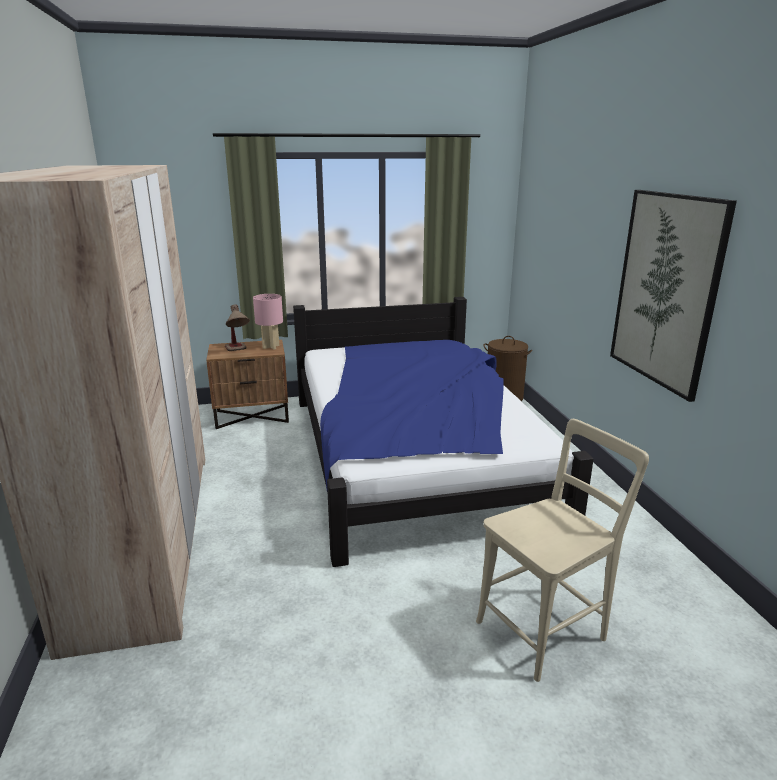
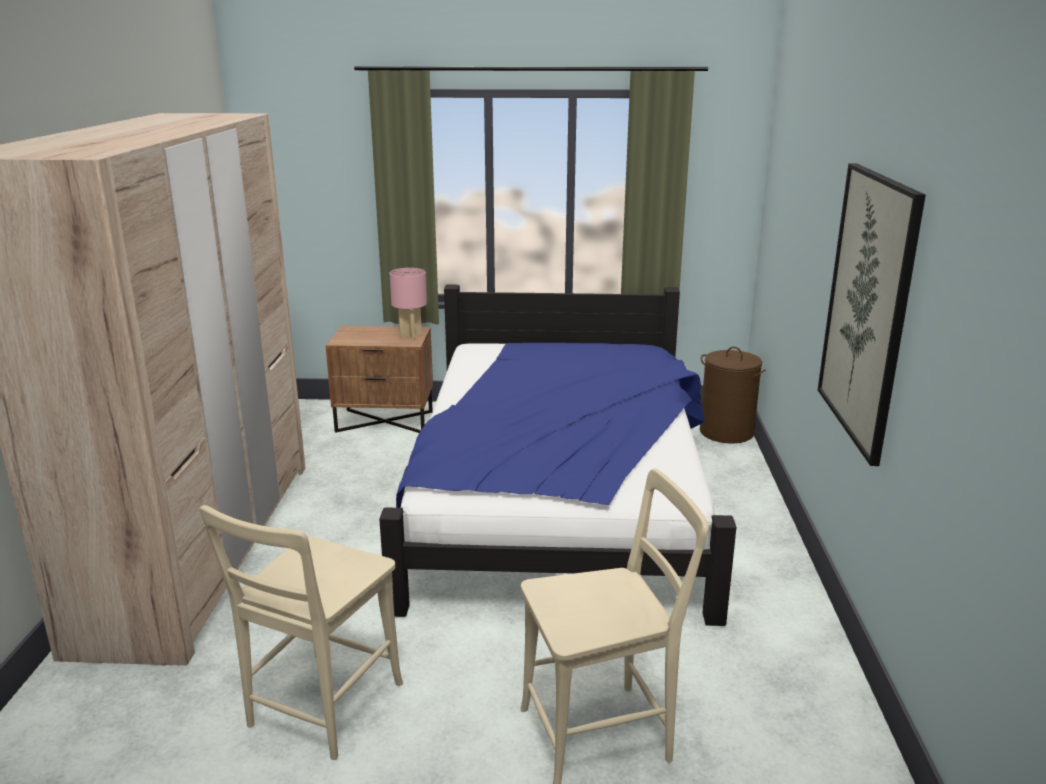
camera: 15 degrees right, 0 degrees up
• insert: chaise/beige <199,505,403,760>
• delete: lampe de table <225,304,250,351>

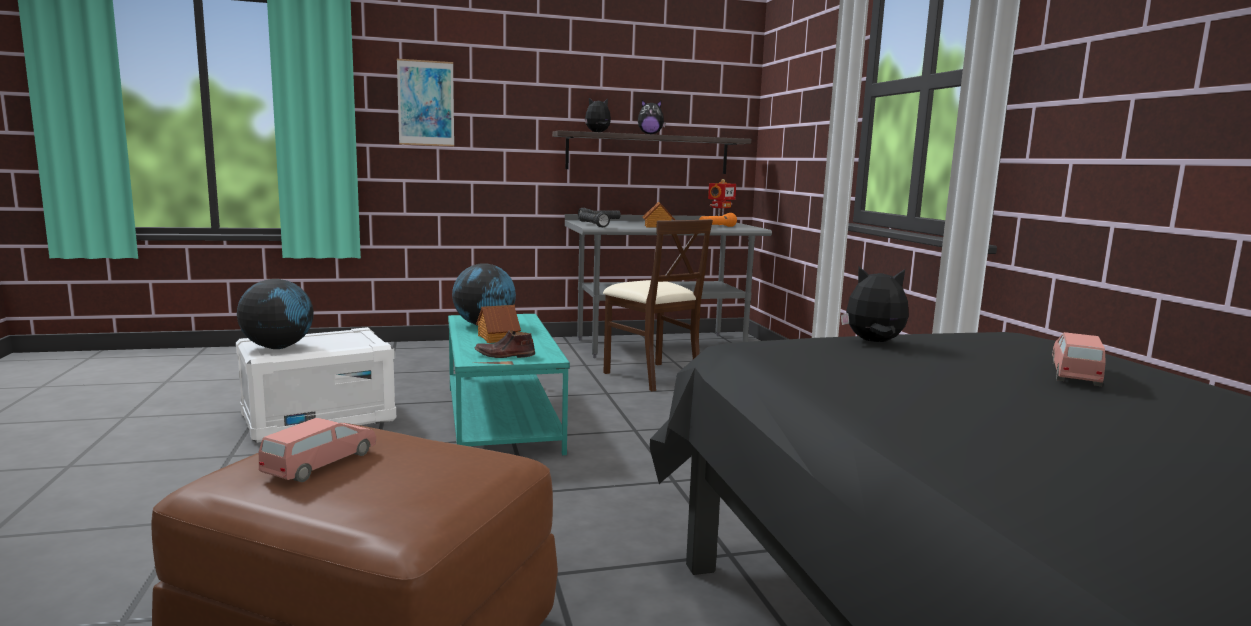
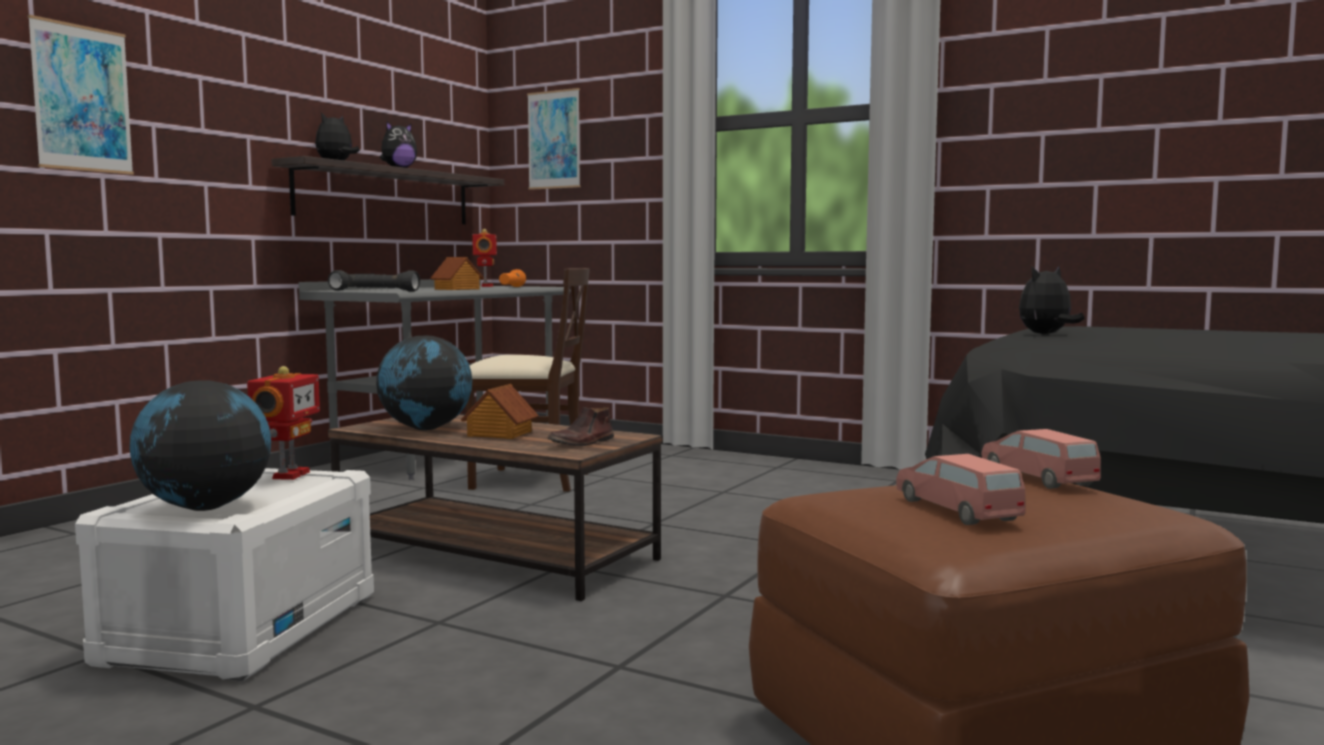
camera: 45 degrees left, 5 degrees down
• insert: robot jouet <247,366,320,480>
• recolor: table basse/turquoise <448,314,570,455> to table basse/marron <328,415,663,601>
• insert: tableau <527,88,581,190>
• move: petite voiture/rose <1052,332,1106,386> to <981,429,1101,489>

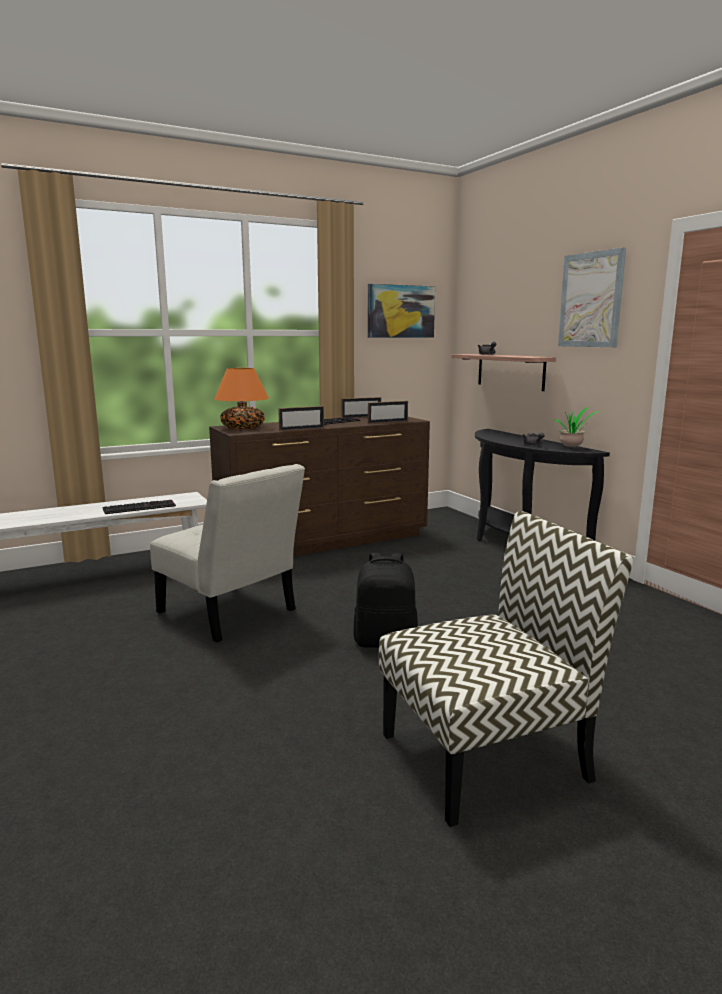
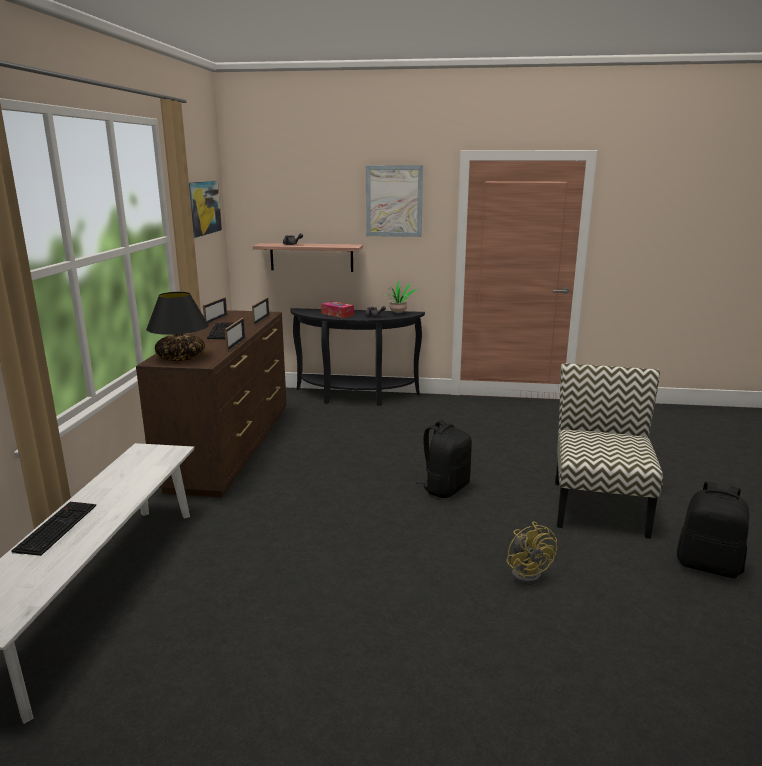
camera: 55 degrees left, 5 degrees up
• move: clavier <102,500,176,514> to <11,502,96,556>
• recolor: lampe de table/orange <214,368,269,429> to lampe de table/noir <146,292,209,361>
• insert: boîte à mouchoirs <321,301,354,318>
• insert: ventilateur/jaune <506,521,557,585>
• insert: sac à dos/noir <677,482,749,579>
• delete: chaise/blanc <150,464,305,643>

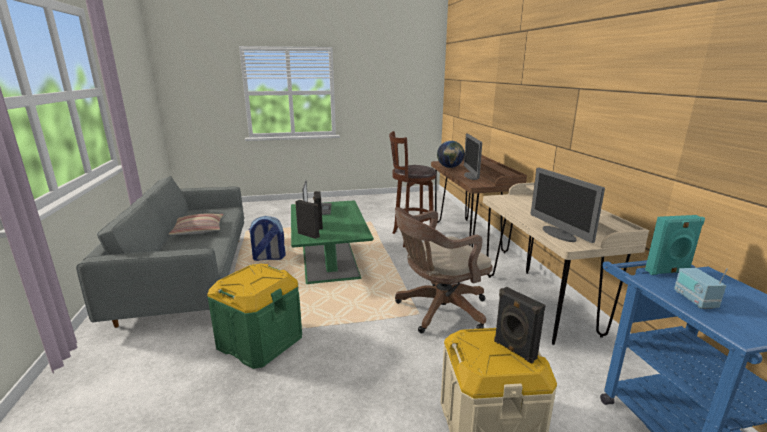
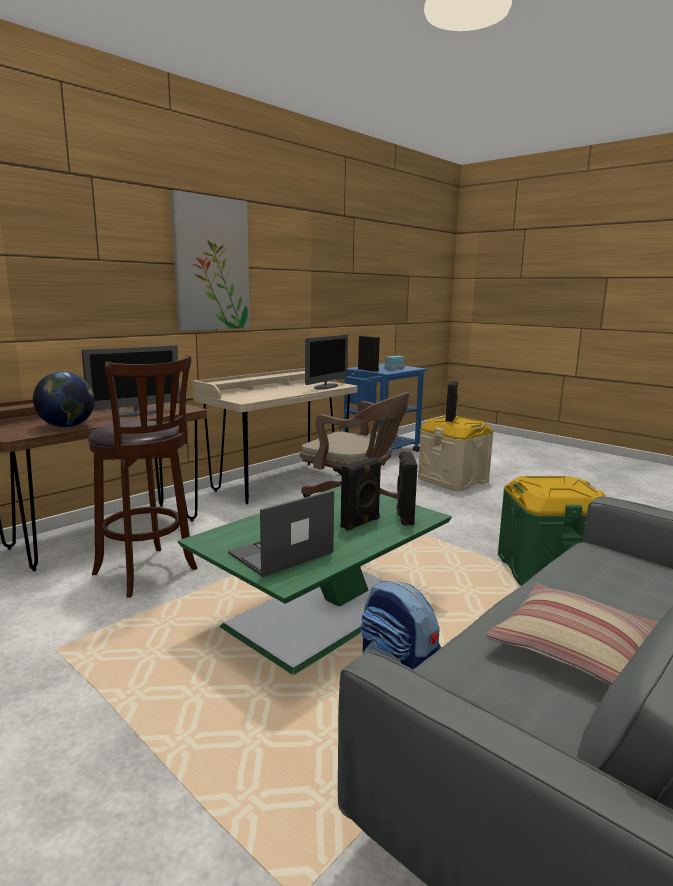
camera: 125 degrees left, 5 degrees down
• insert: tableau <171,190,250,331>
• recolor: enceinte/turquoise <645,215,705,275> to enceinte/noir <358,336,380,372>

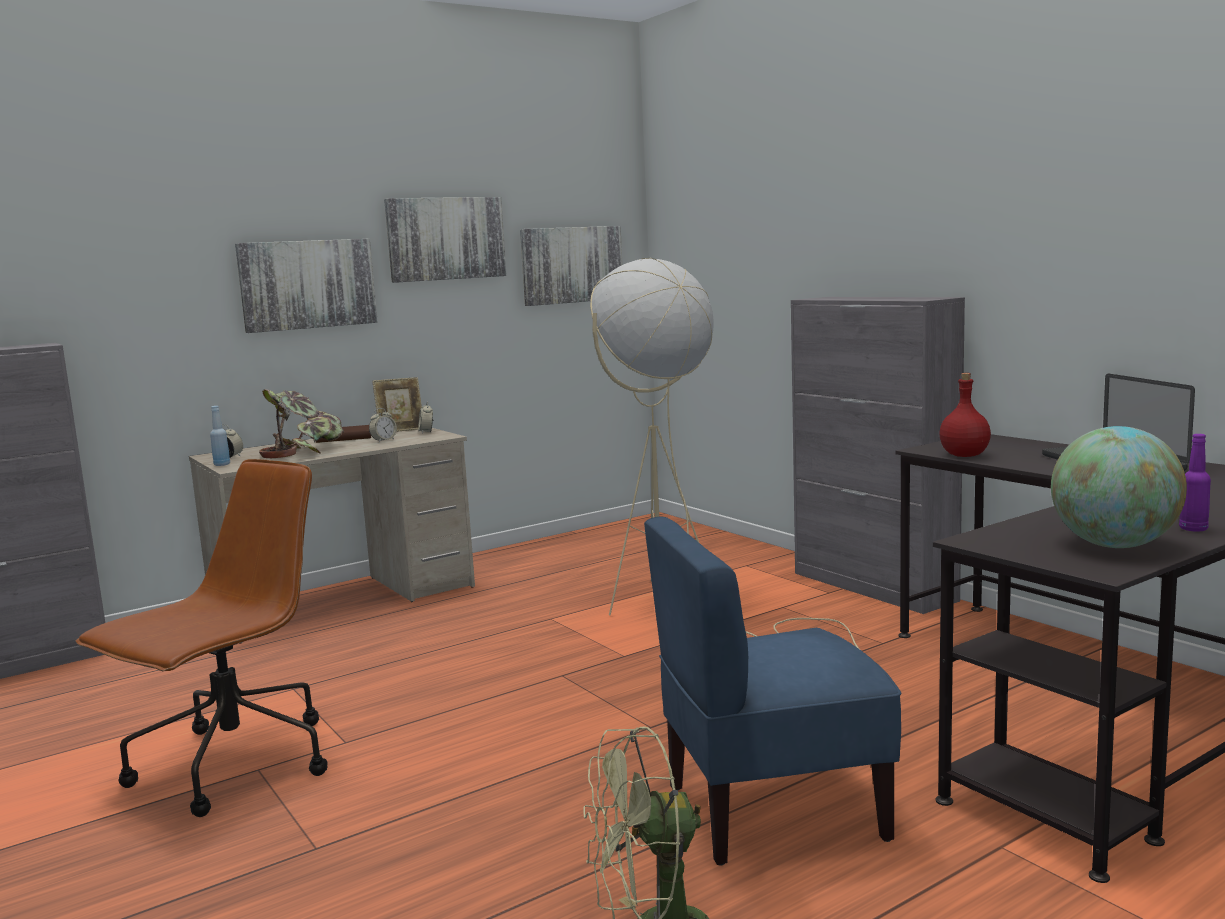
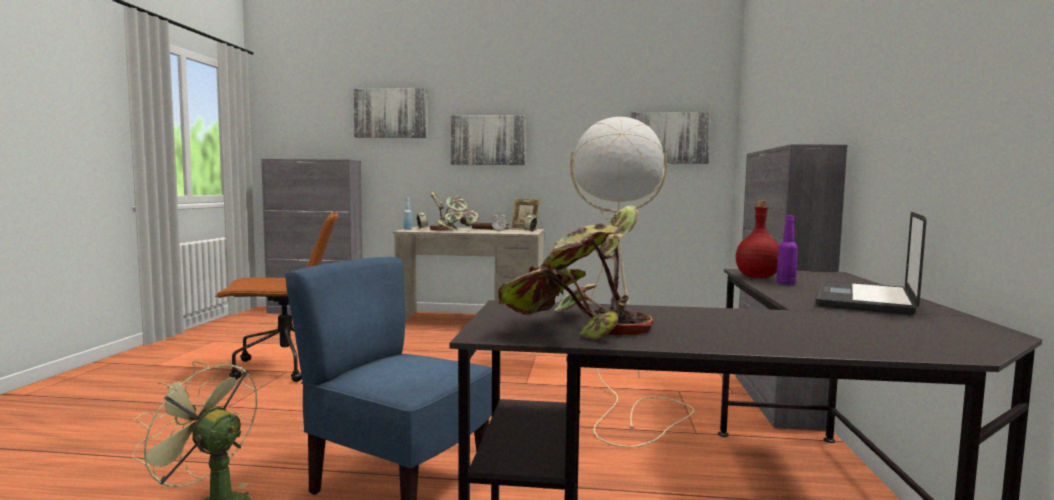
camera: 40 degrees right, 5 degrees down
• move: tableau <384,197,507,283> to <353,88,428,138>
• replace: globe <1051,426,1187,548> to plante en pot <498,205,654,339>
• move: bouteille/violet <1179,434,1211,532> to <776,215,798,284>

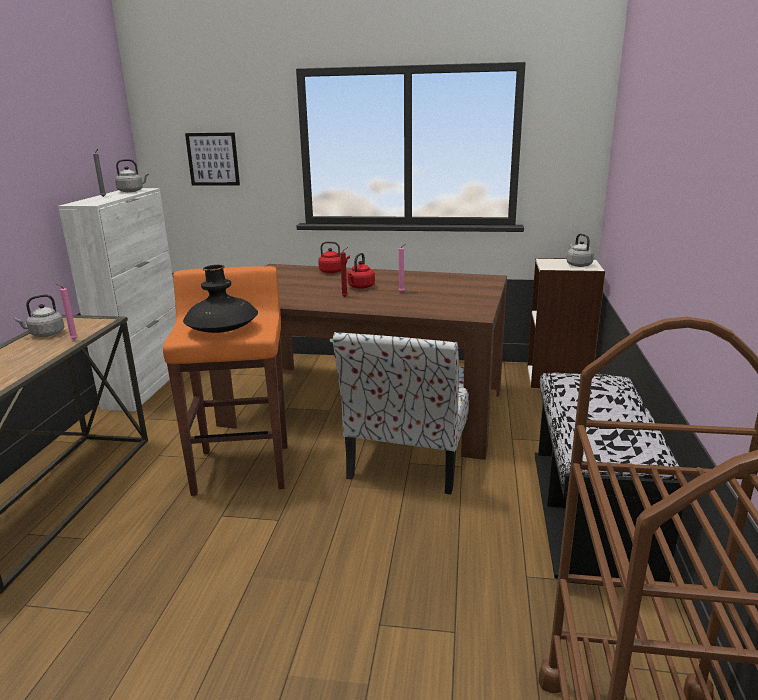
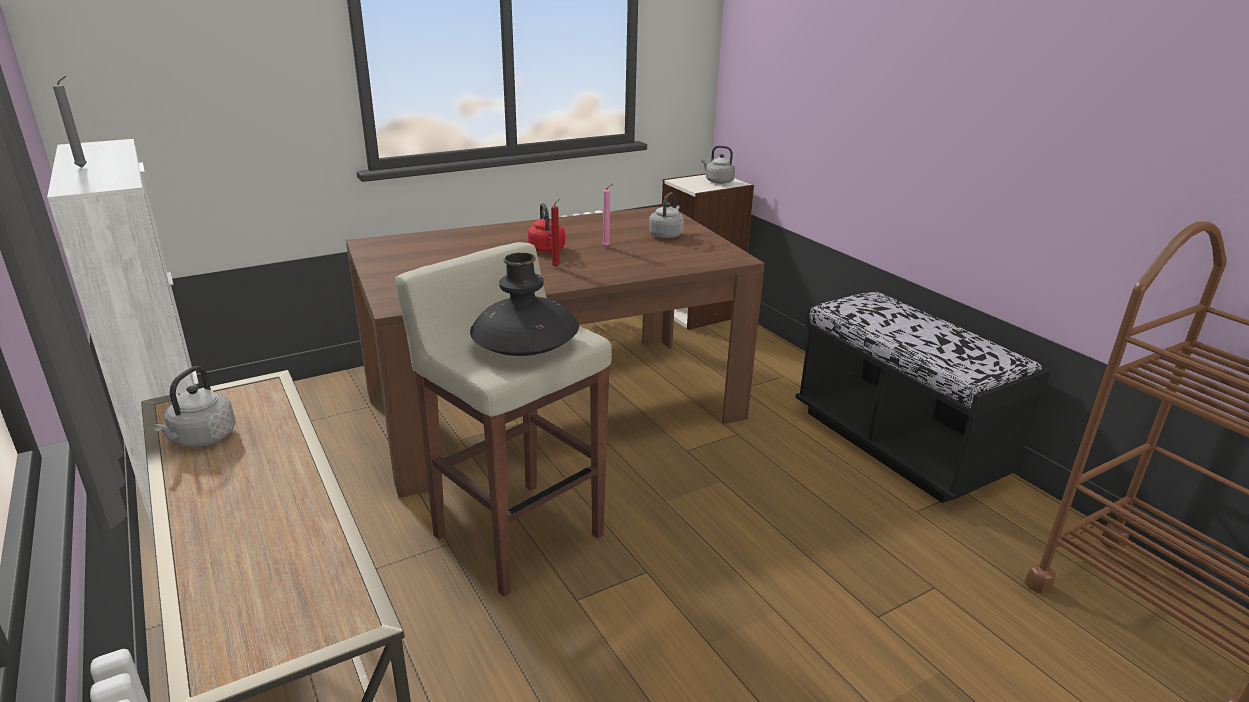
camera: 40 degrees left, 5 degrees up
• recolor: tabouret/orange <163,266,288,496> to tabouret/beige <394,242,612,597>
• move: bouilloire/gris <115,159,149,192> to <649,192,684,238>
• delete: bougie/rose <57,284,77,340>
• delete: tableau <185,132,240,186>
• delete: bouilloire/rouge <318,241,350,273>
• delete: chaise <333,332,469,494>

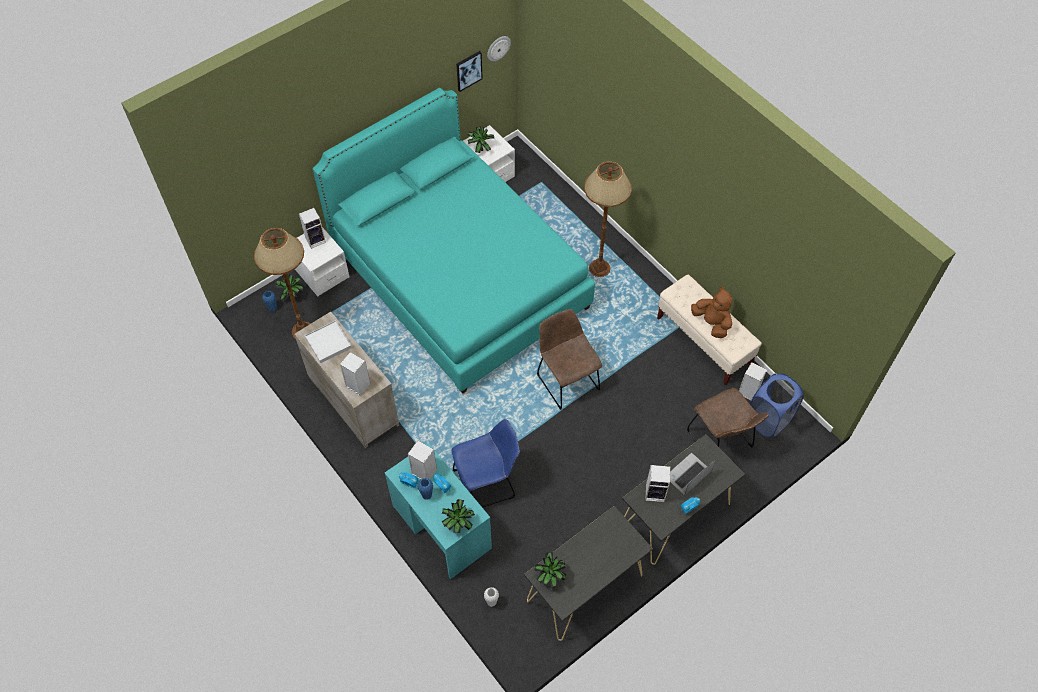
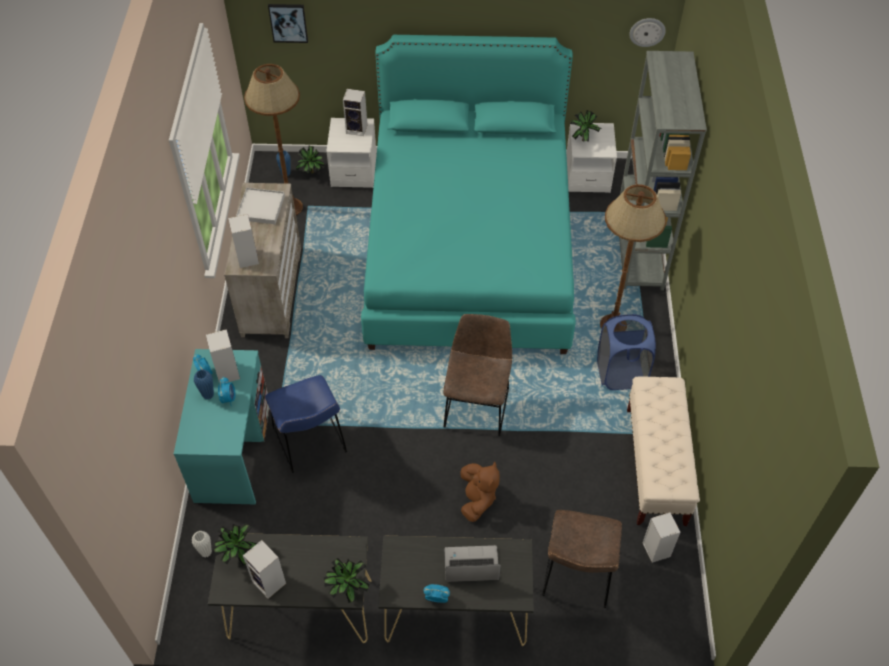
camera: 40 degrees right, 5 degrees down
• move: enceinte <645,465,670,502> to <243,540,286,599>
• rotate: chaise/bleu <451,419,520,508> = <265,375,347,473> 45 degrees clockwise
• move: tableau <456,51,483,92> to <268,4,308,43>
• move: plante en pot <442,499,475,533> to <324,558,369,603>
• move: peluche/marron <691,287,732,338> to <460,462,500,522>
• move: panier à linge/bleu <750,373,804,438> to <597,314,656,390>
• insert: bibliothèque/gris <619,51,707,291>

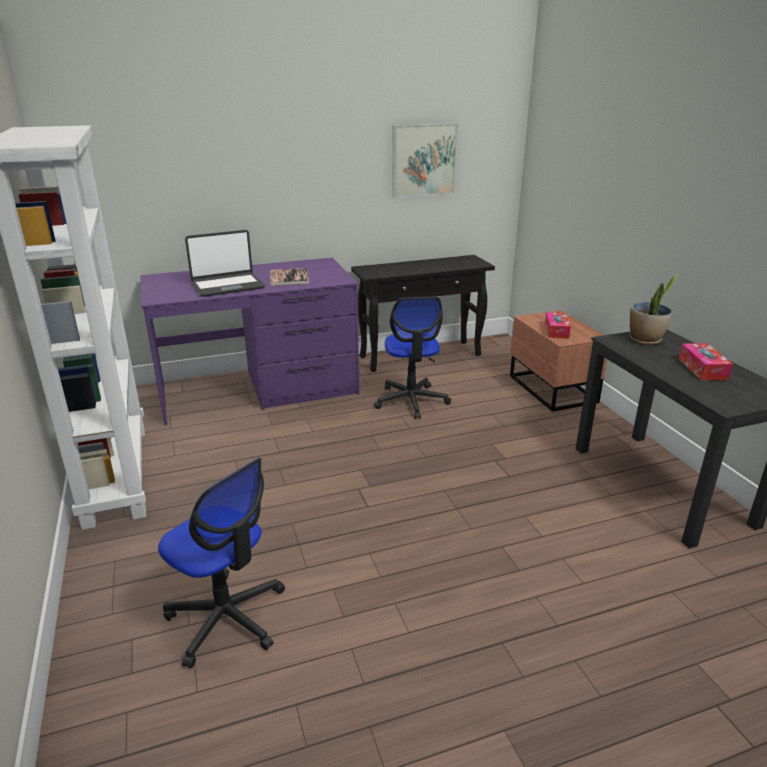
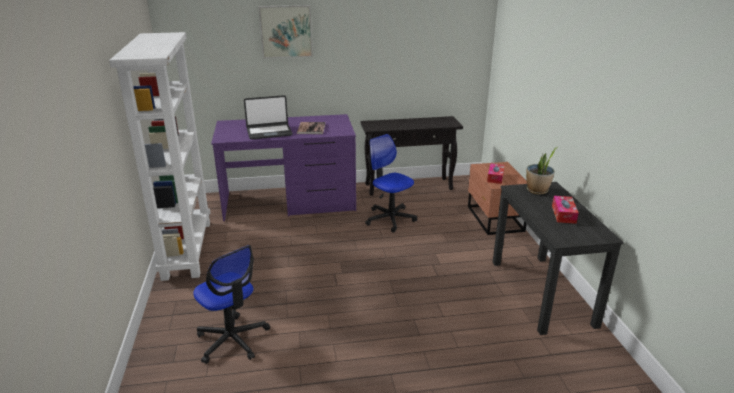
camera: 10 degrees right, 0 degrees up
• move: tableau <392,124,458,198> to <258,5,313,59>
• rotate: chaise de bureau <374,297,451,419> = <365,134,417,232> 135 degrees clockwise

